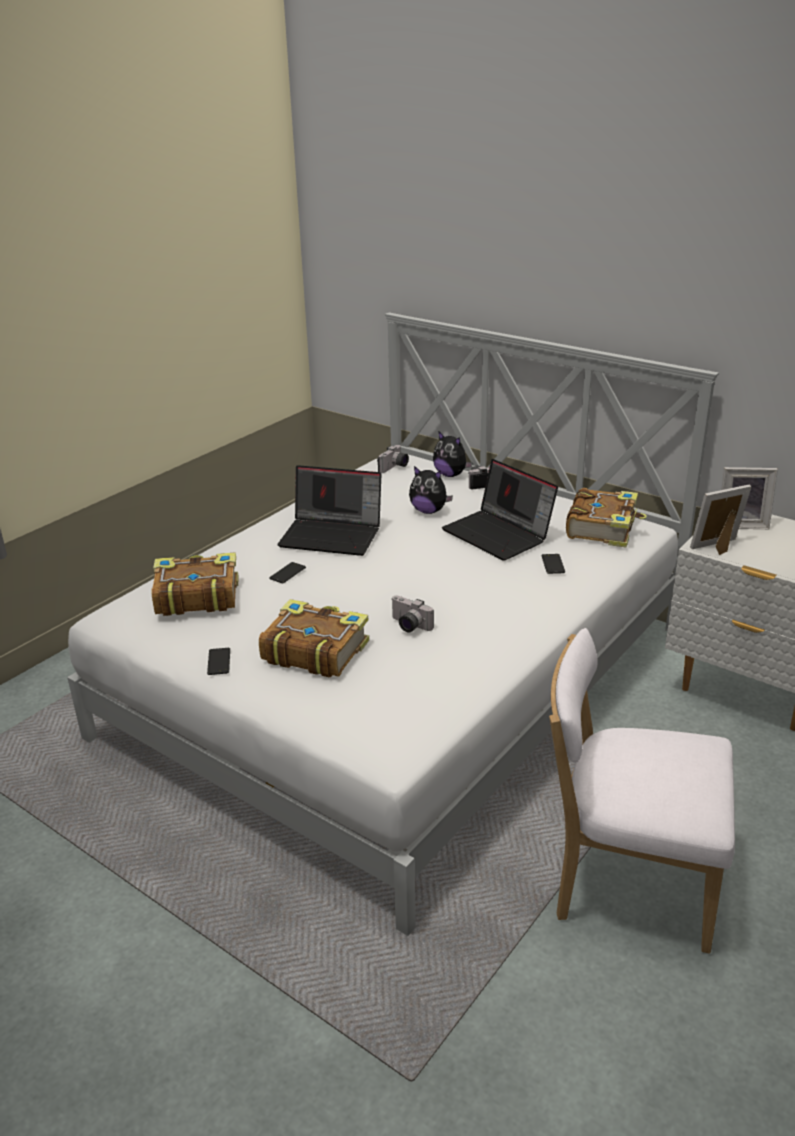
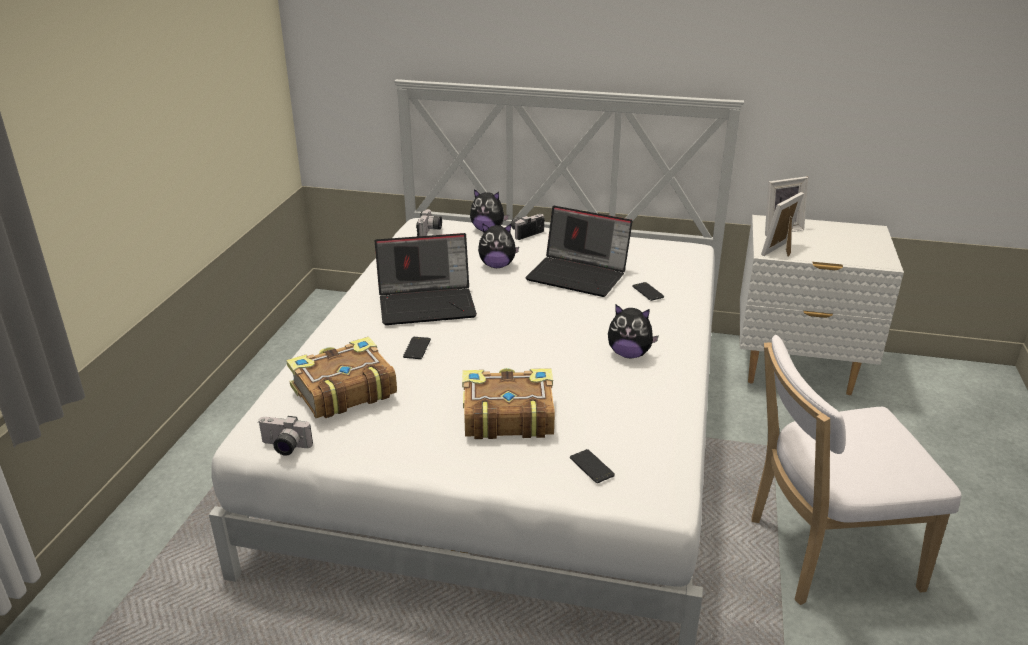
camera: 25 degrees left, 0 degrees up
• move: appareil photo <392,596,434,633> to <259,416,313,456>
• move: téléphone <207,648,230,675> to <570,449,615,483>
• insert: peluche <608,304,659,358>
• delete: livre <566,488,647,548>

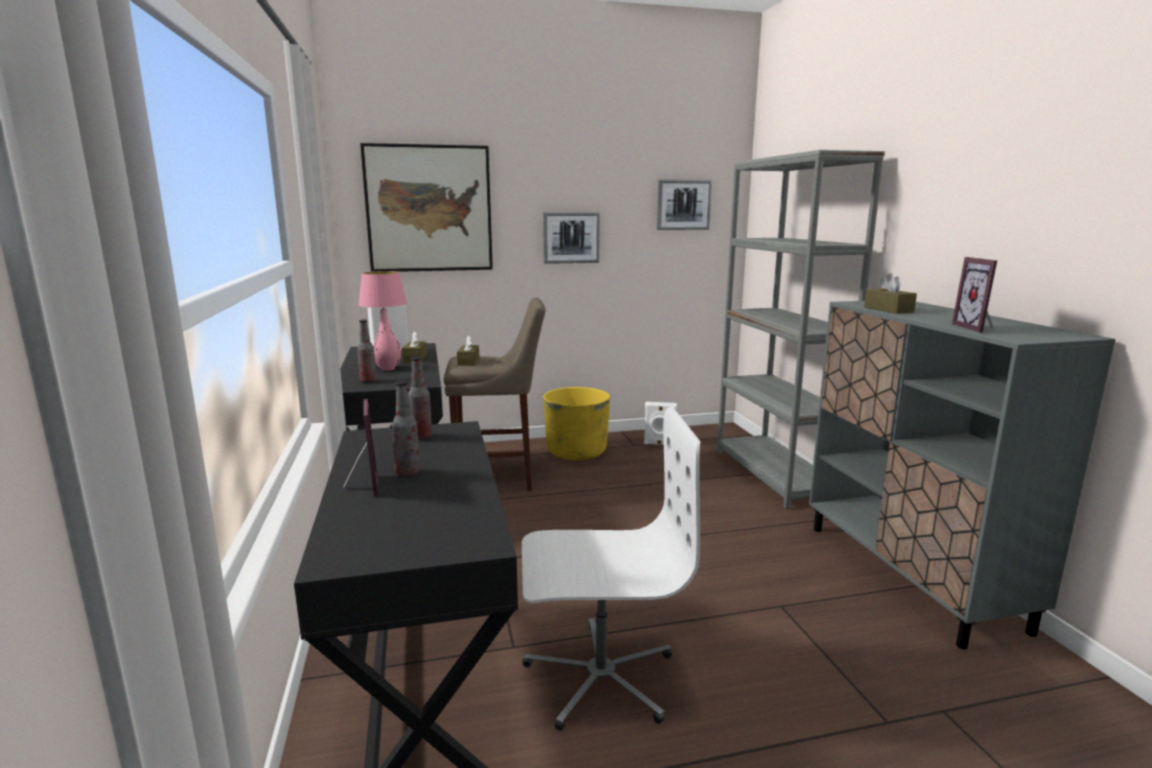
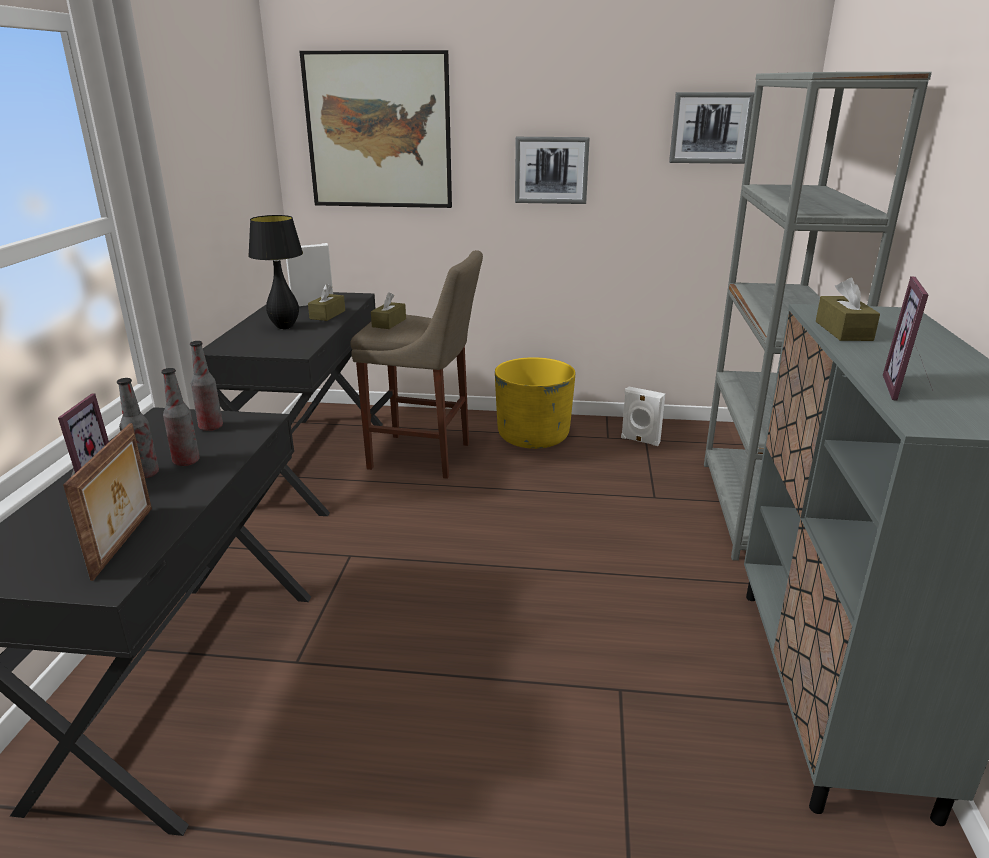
camera: 20 degrees right, 10 degrees up
• insert: cadre photo <63,423,152,581>
• move: bouteille <357,320,377,383> to <161,368,200,466>
• recolor: lampe de table/rose <358,271,407,371> to lampe de table/noir <248,215,303,329>
• delete: chaise de bureau/blanc <522,407,701,731>

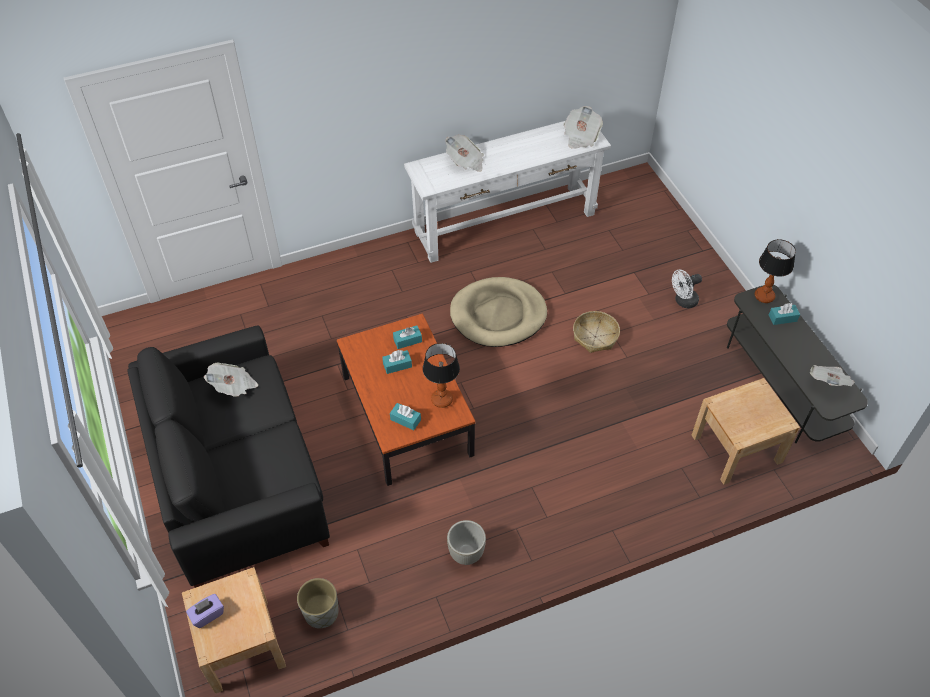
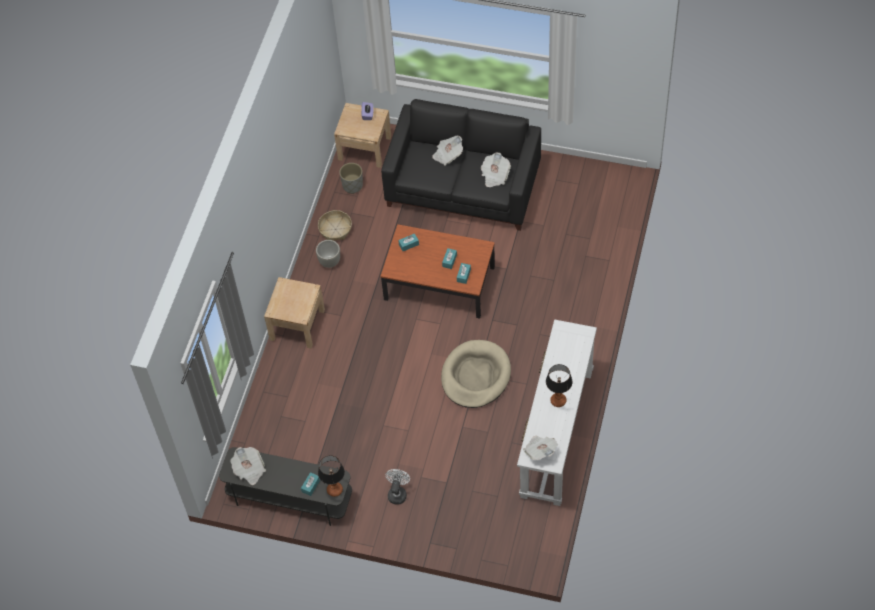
camera: 130 degrees right, 5 degrees up
• move: table de chevet/beige <692,378,800,485> to <264,277,325,348>
• move: panier <573,311,620,353> to <318,210,352,240>
• move: journal <445,135,484,172> to <432,136,463,165>
• move: lampe de table <423,343,460,408> to <546,364,573,407>

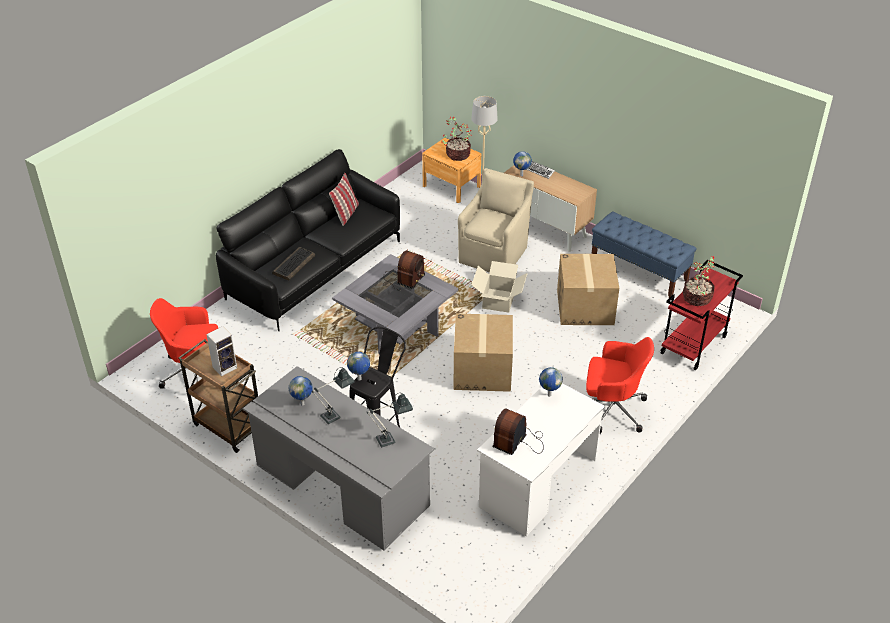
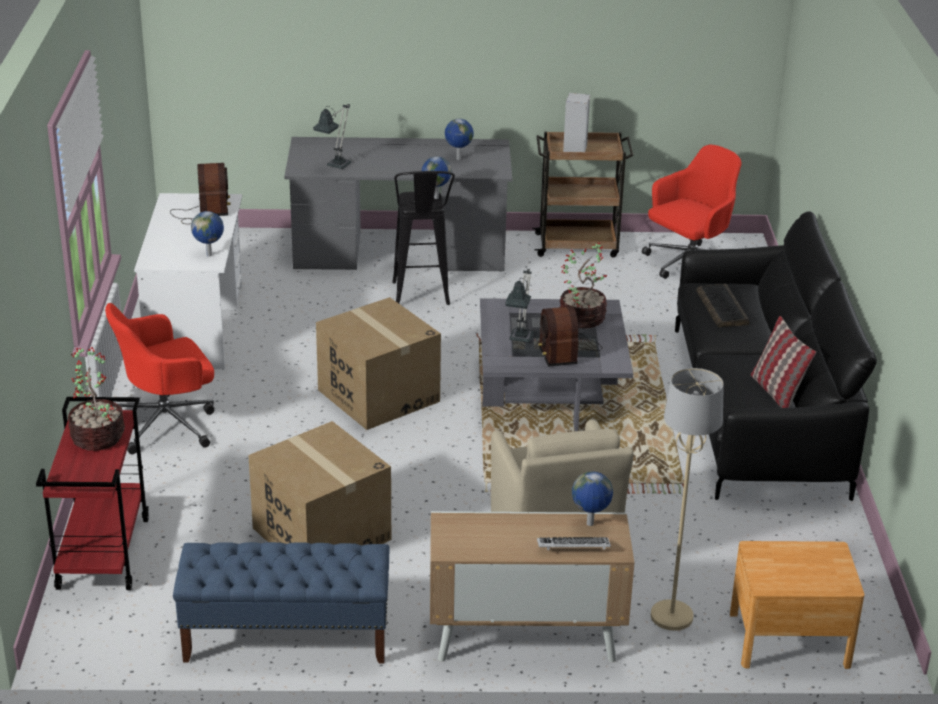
camera: 140 degrees right, 10 degrees down
• move: lampe de table <312,367,355,424> to <505,269,534,342>
• move: plante en pot <441,117,471,161> to <560,242,607,328>
• delete: carton <472,261,528,313>

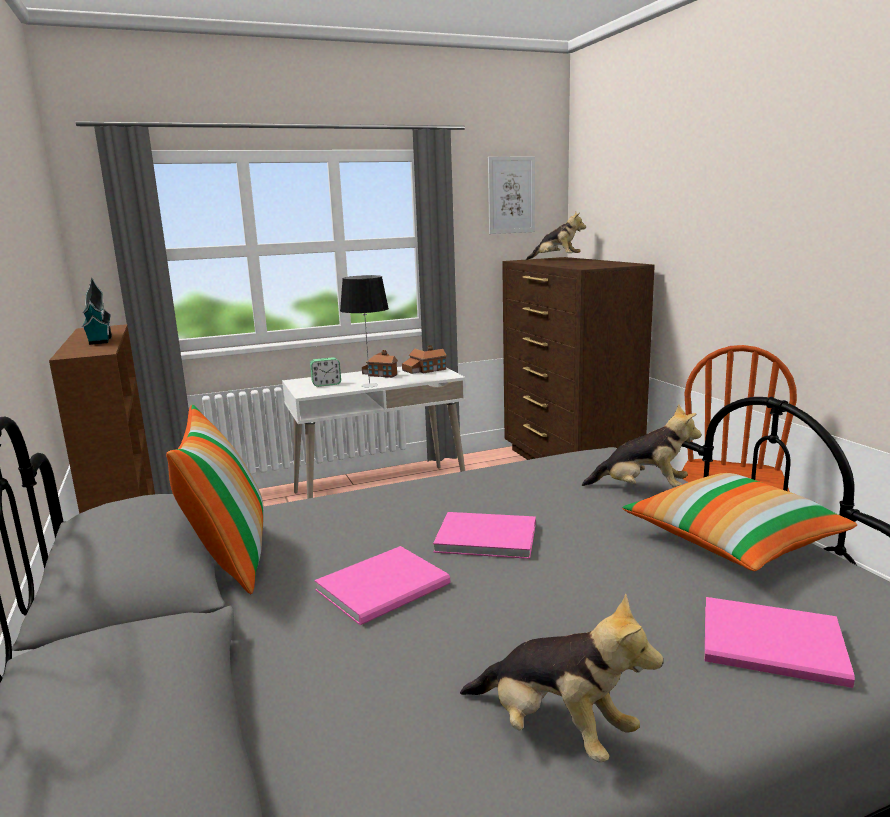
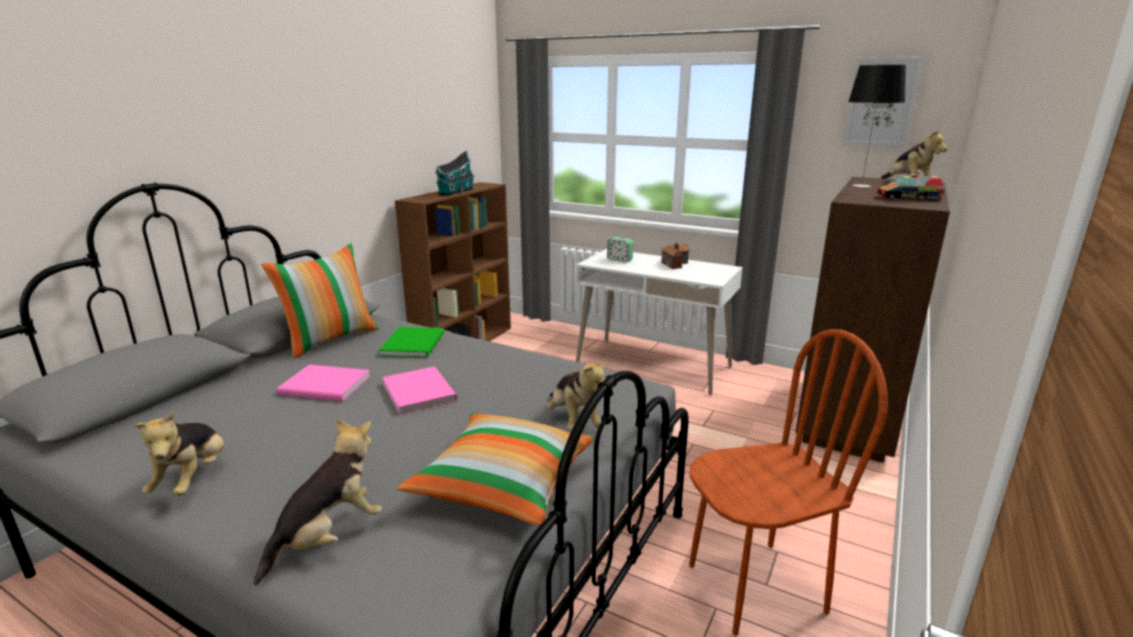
camera: 50 degrees right, 5 degrees up
• replace: livre/rose <705,597,855,688> to peluche <254,418,382,585>
• insert: livre/vert <379,327,444,357>
• move: lampe de table <340,275,389,387> to <848,65,906,187>
• insert: camion jouet <876,174,945,201>
• delete: maison miniature <402,345,447,374>

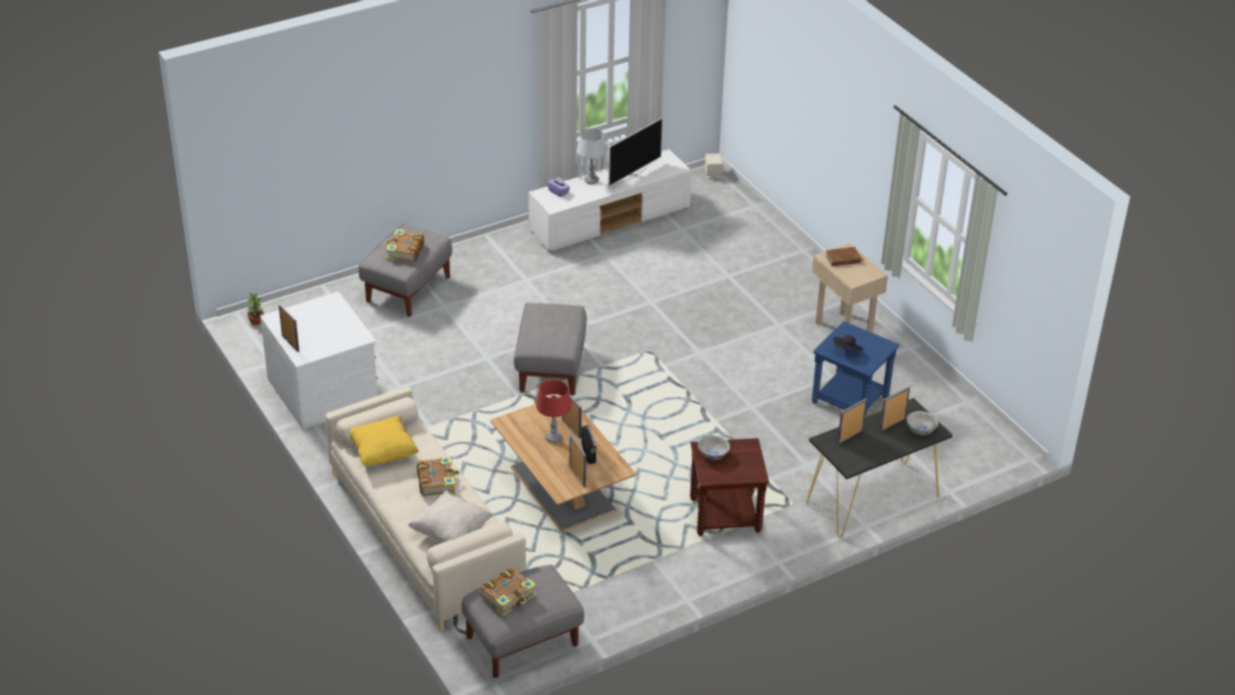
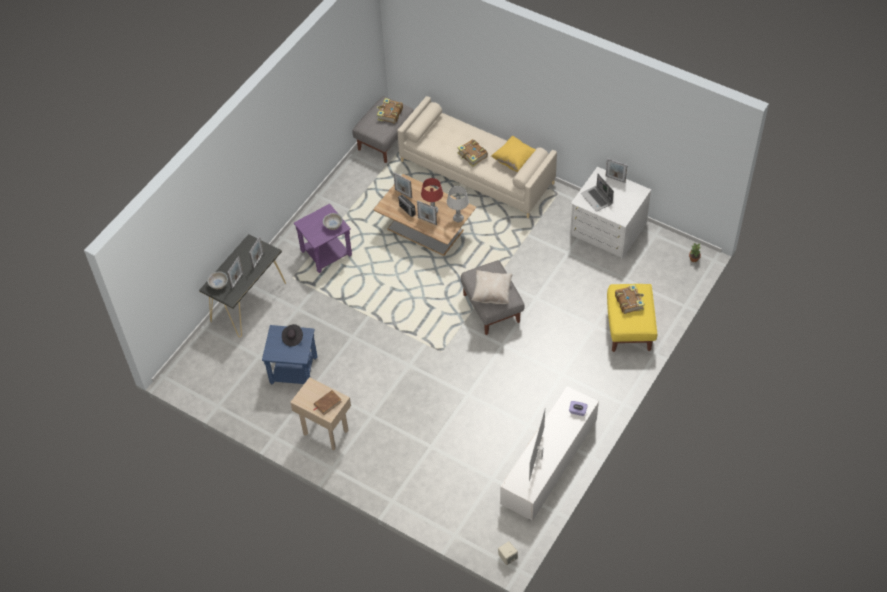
camera: 155 degrees right, 15 degrees up
• recolor: table d'appoint/marron <690,438,769,536> to table d'appoint/violet <294,204,352,273>
• move: lampe de table/gris <577,128,607,184> to <447,186,469,222>
• move: coussin/beige <408,490,493,543> to <471,270,513,304>
• insert: ordinateur portable <581,174,614,212>
• recolor: pouf/gris <358,224,452,317> to pouf/jaune <607,284,657,352>

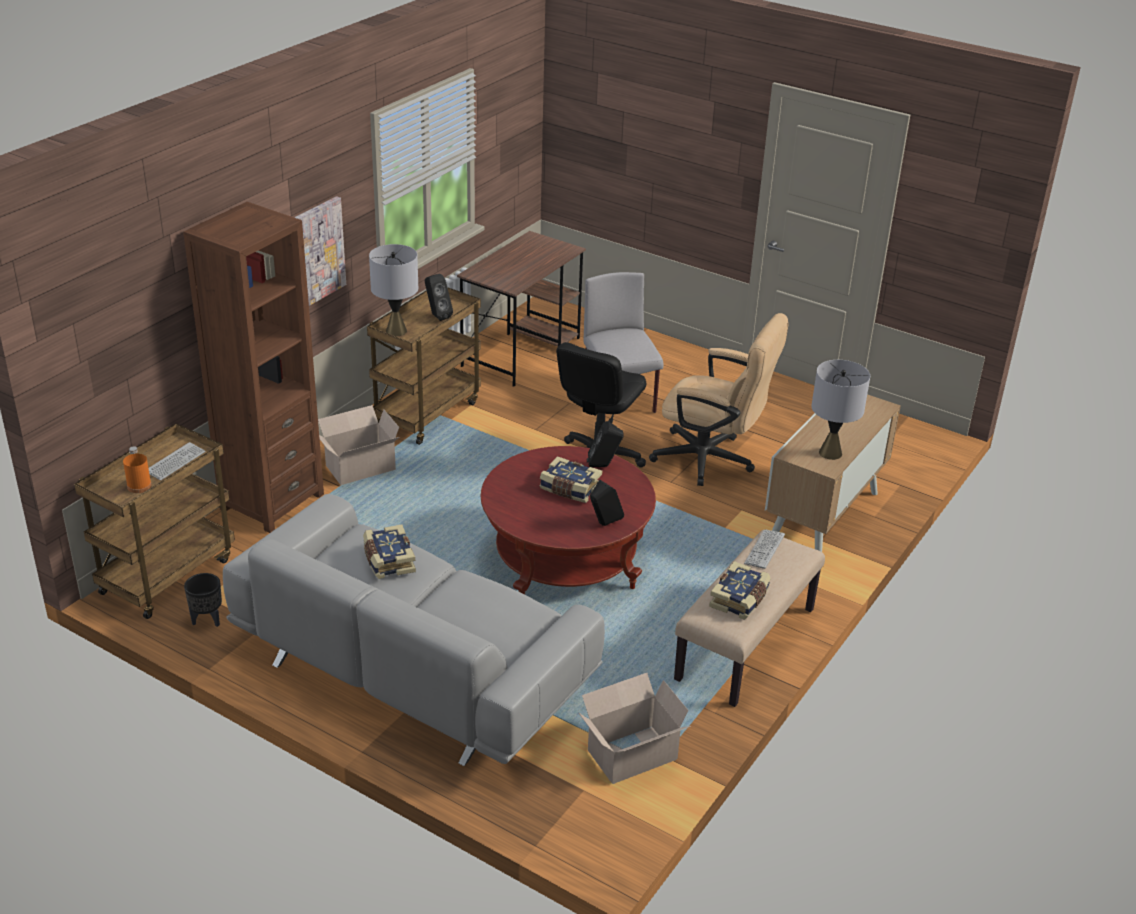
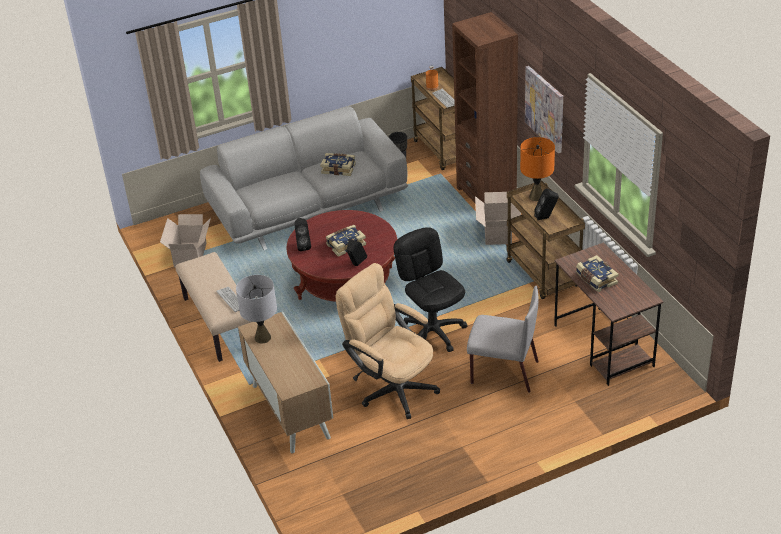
camera: 125 degrees right, 5 degrees up
• rotate: chaise de bureau/beige <649,313,789,486> = <335,263,440,419> 75 degrees clockwise
• recolor: lampe de table/gris <369,244,418,336> to lampe de table/orange <520,137,555,201>
• move: livre <709,561,771,620> to <576,255,619,292>

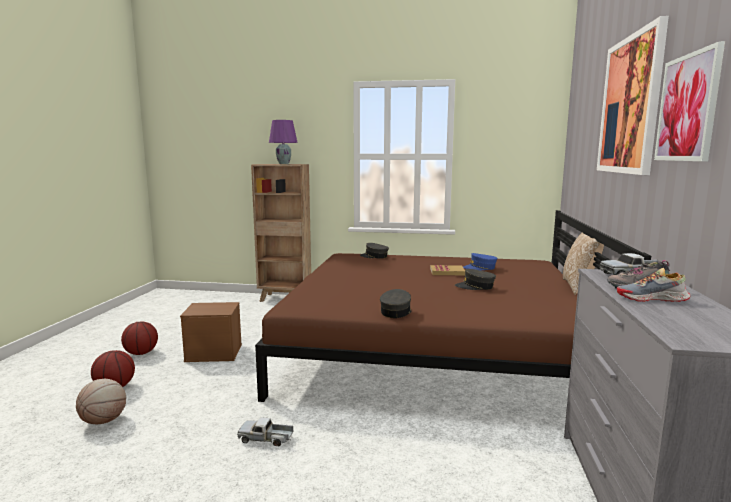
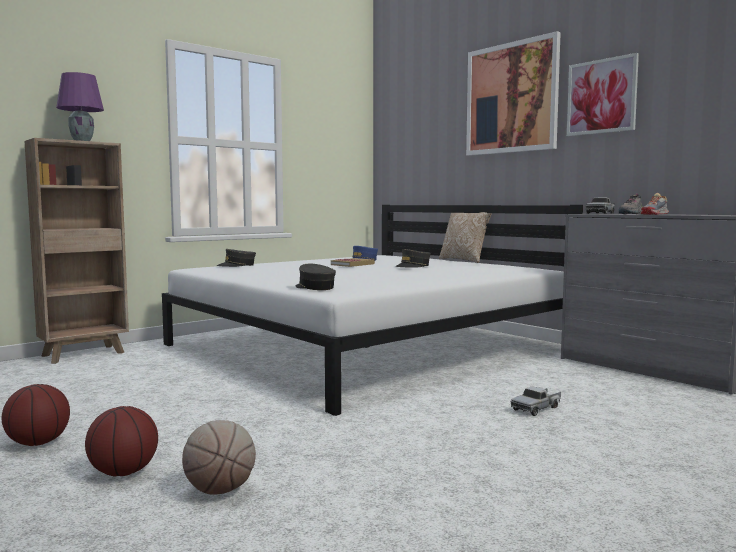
camera: 50 degrees left, 5 degrees down
• recolor: lit/marron <255,210,651,402> to lit/blanc <162,205,583,416>
• move: casquette/gris <380,289,411,318> to <296,264,336,290>
• move: camion jouet <237,417,293,446> to <511,387,561,416>
• delete: boîte de rangement/marron <180,302,242,362>

